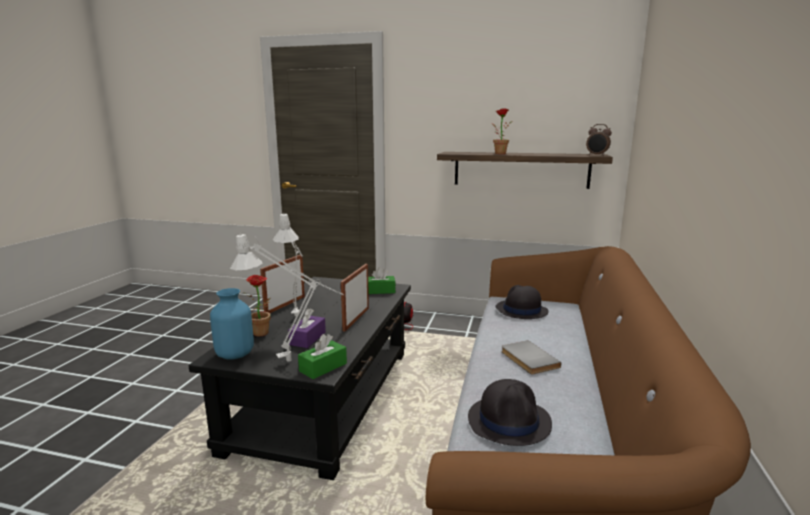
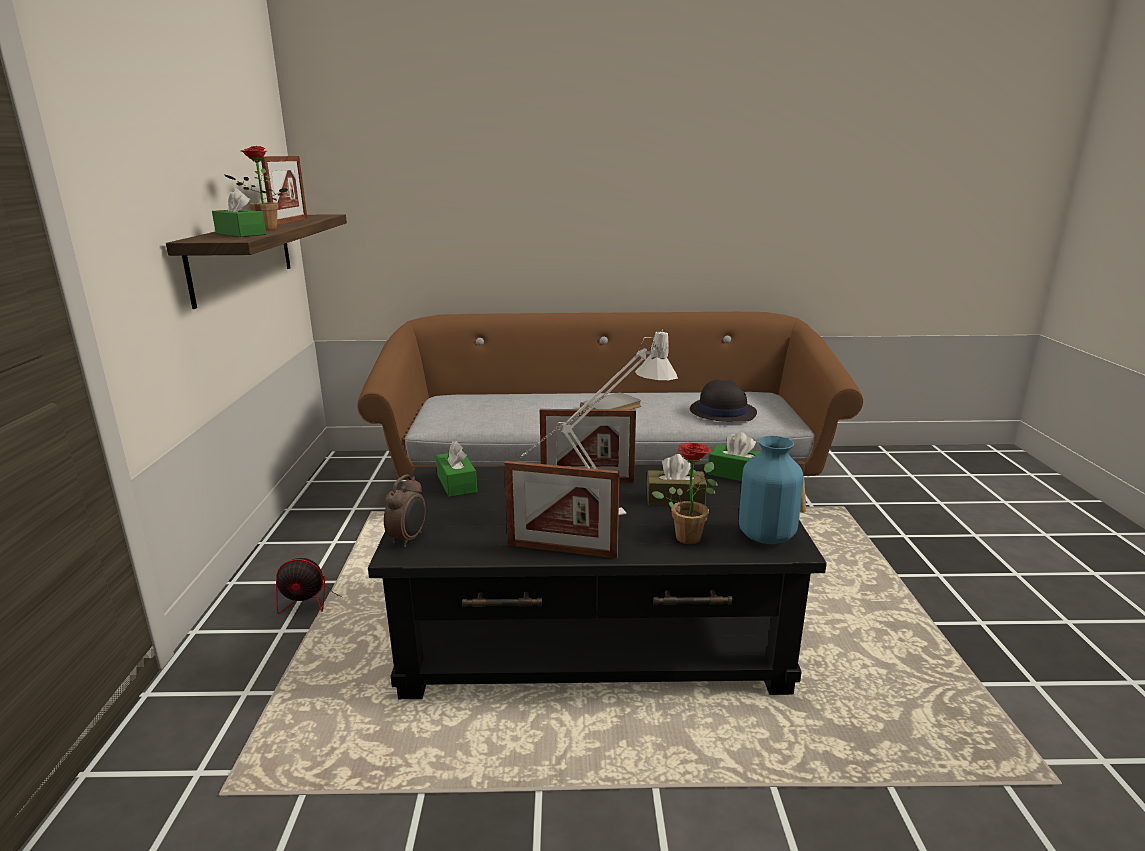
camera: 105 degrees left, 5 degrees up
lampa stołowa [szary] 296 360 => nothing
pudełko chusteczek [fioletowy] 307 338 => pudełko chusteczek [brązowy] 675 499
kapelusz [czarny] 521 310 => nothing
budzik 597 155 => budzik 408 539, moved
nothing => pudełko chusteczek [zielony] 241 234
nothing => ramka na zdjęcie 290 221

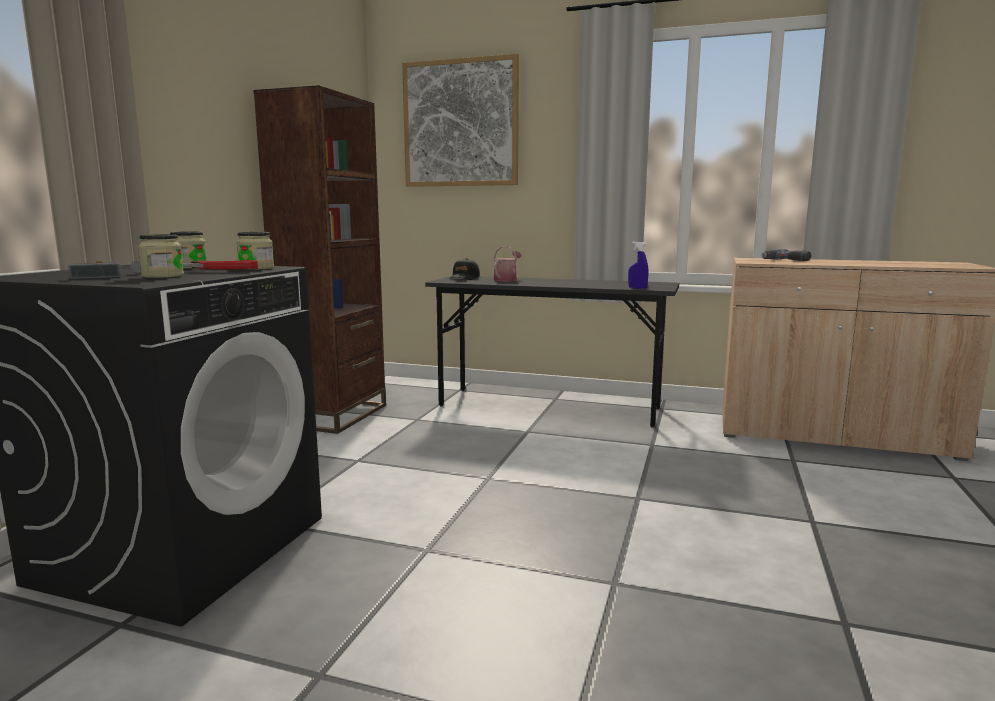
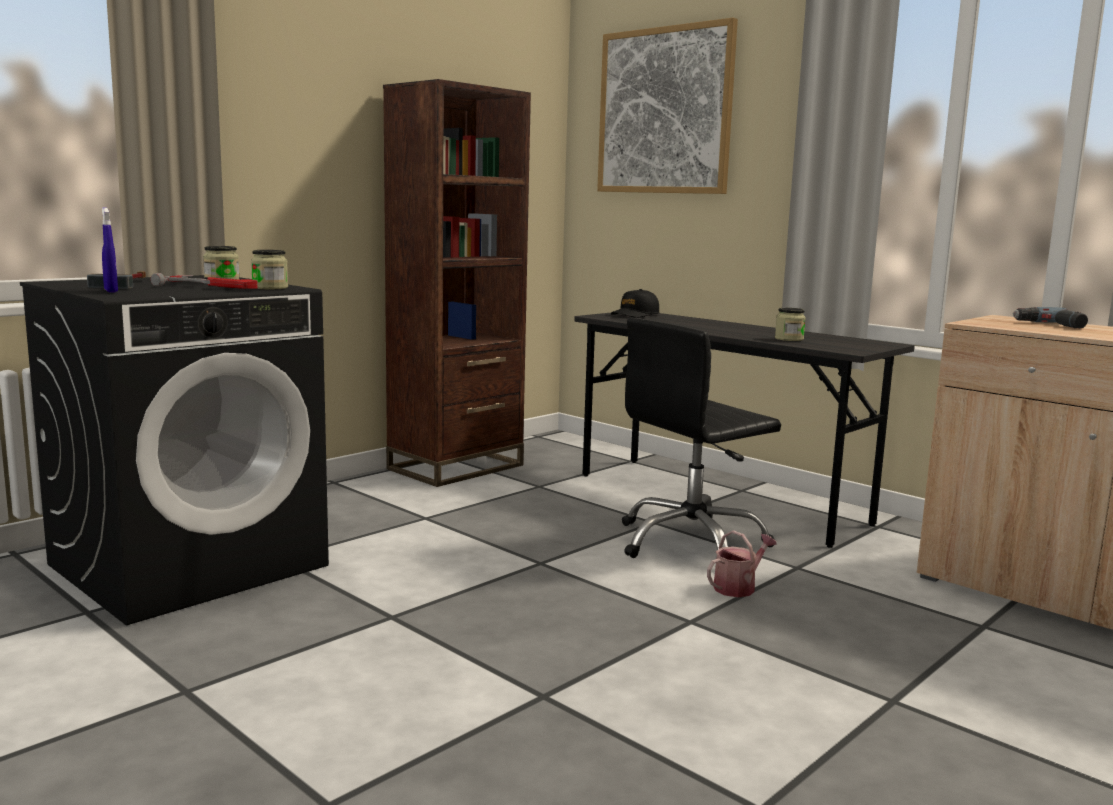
camera: 25 degrees right, 0 degrees up
słoik 163 276 => słoik 789 339, moved
konewka 506 279 => konewka 738 587, moved
spryskiwacz [niebieski] 637 288 => spryskiwacz [niebieski] 111 291, moved
nothing => krzesło biurowe [czarny] 691 542

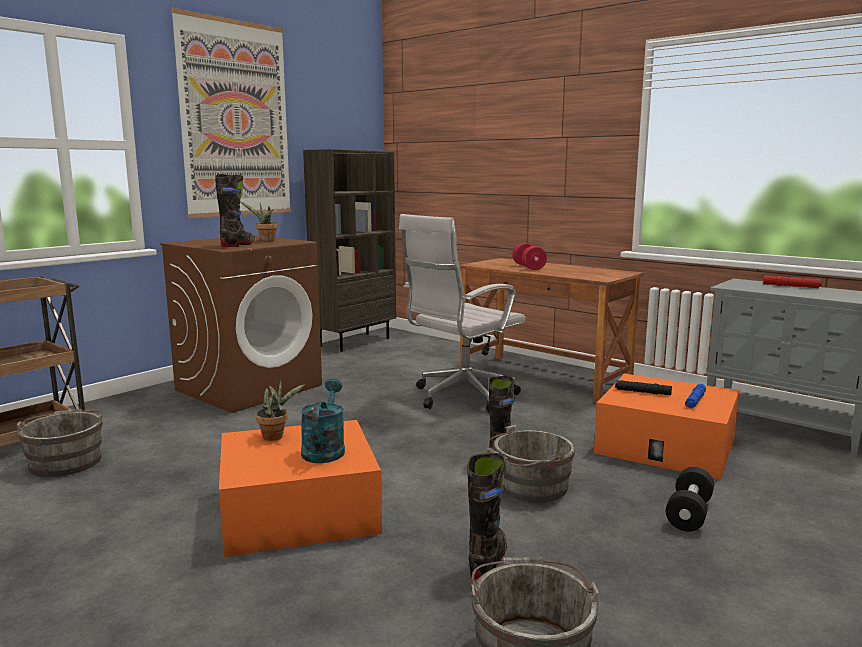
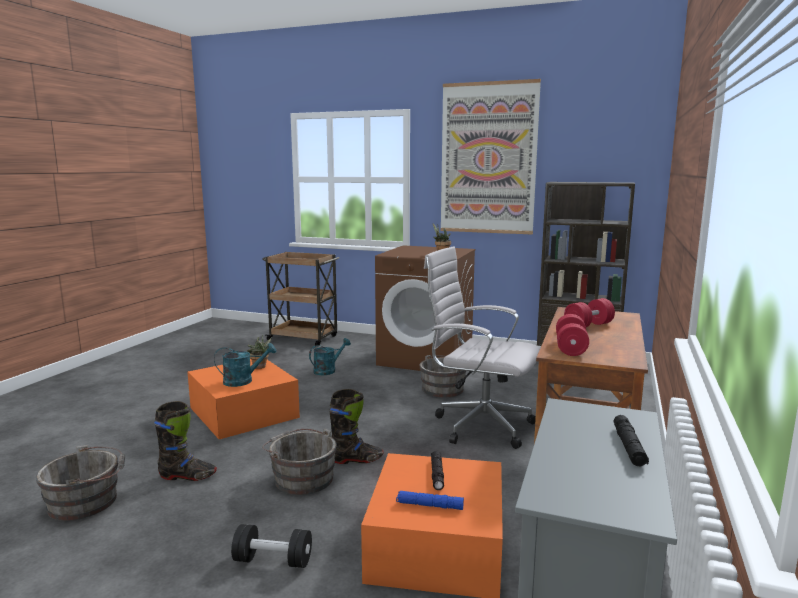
camera: 70 degrees right, 0 degrees up
wiadro [szary] 66 461 => wiadro [szary] 444 389, moved
but z cholewką [czarny] 238 245 => nothing
latarka [czerwony] 791 286 => latarka [czarny] 629 447
nothing => konewka [turkusowy] 328 370
nothing => hantel [czerwony] 570 348

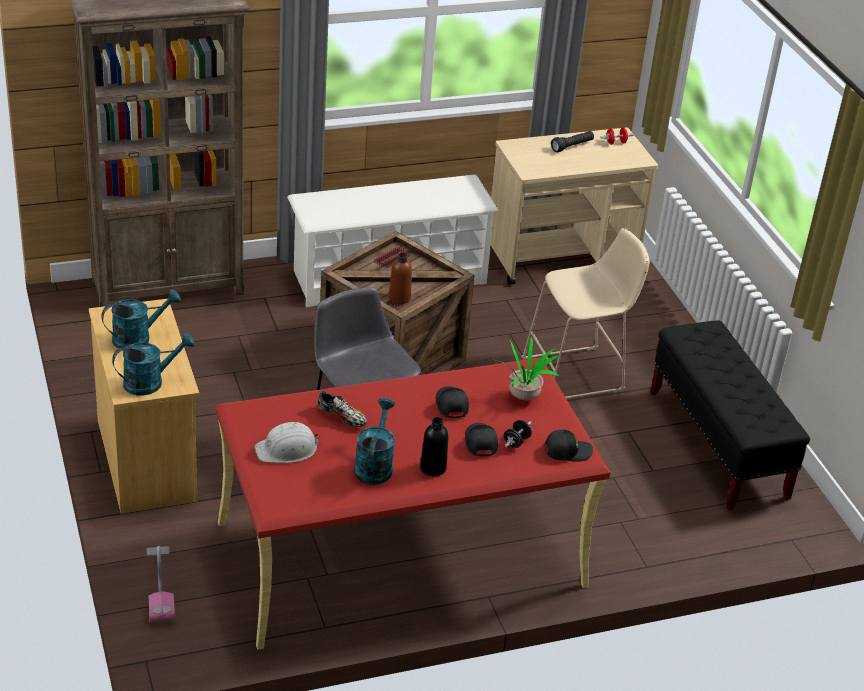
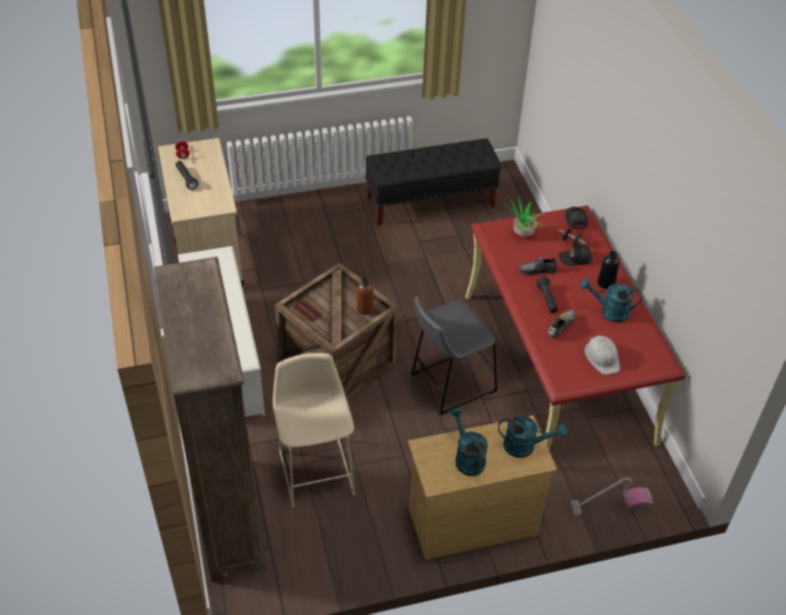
camera: 85 degrees left, 10 degrees up
konewka [turkusowy] 150 382 => konewka [turkusowy] 525 446, 120 degrees clockwise
czapka z daszkiem [czarny] 451 405 => but [szary] 537 270
stołek [beżowy] 578 375 => stołek [beżowy] 316 468, moved
nothing => latarka [czarny] 547 299

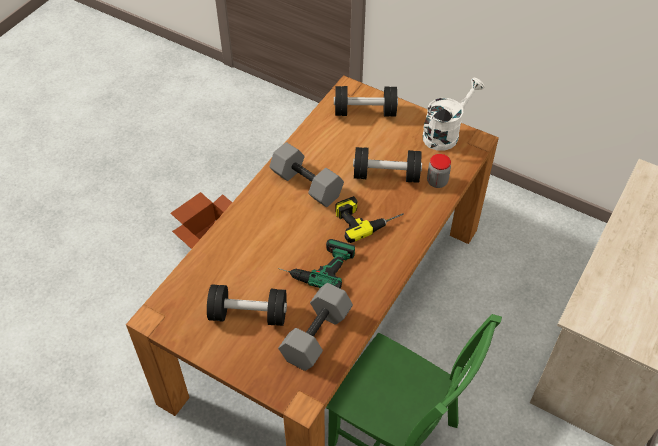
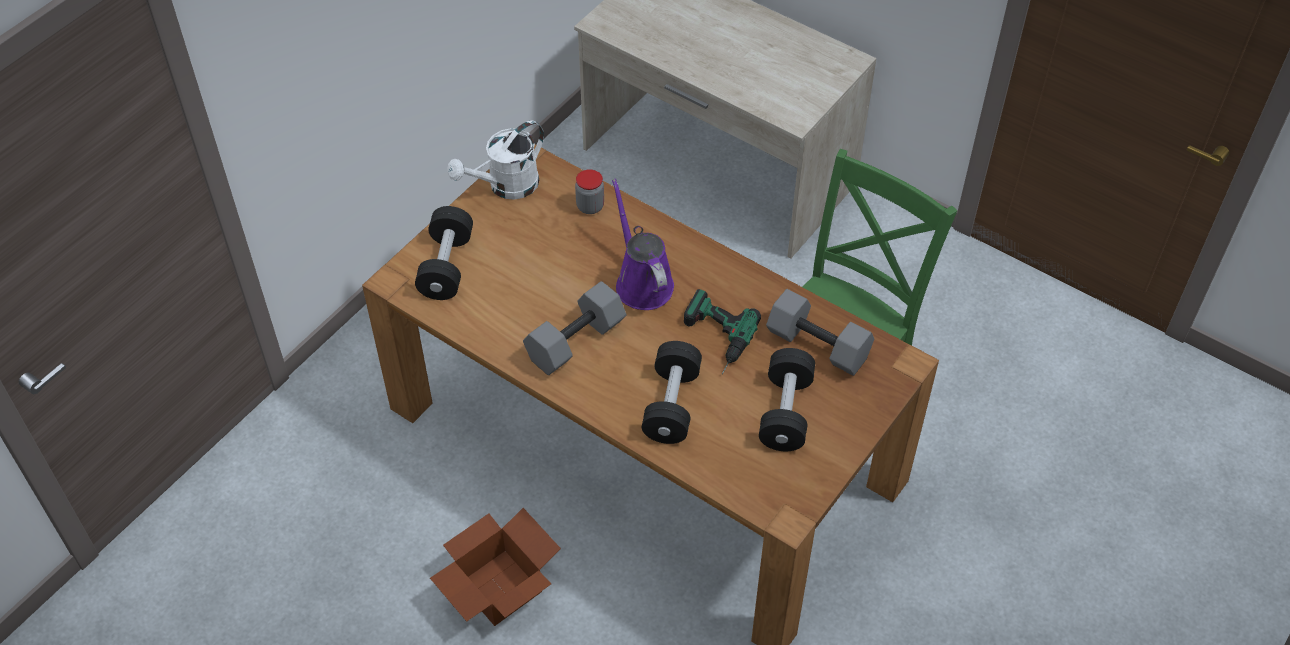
camera: 85 degrees left, 0 degrees up
wiertarka 366 218 => konewka [fioletowy] 642 282
hantel [czarny] 386 175 => hantel [czarny] 671 405, moved
konewka [biały] 445 133 => konewka [biały] 506 187, 90 degrees counterclockwise

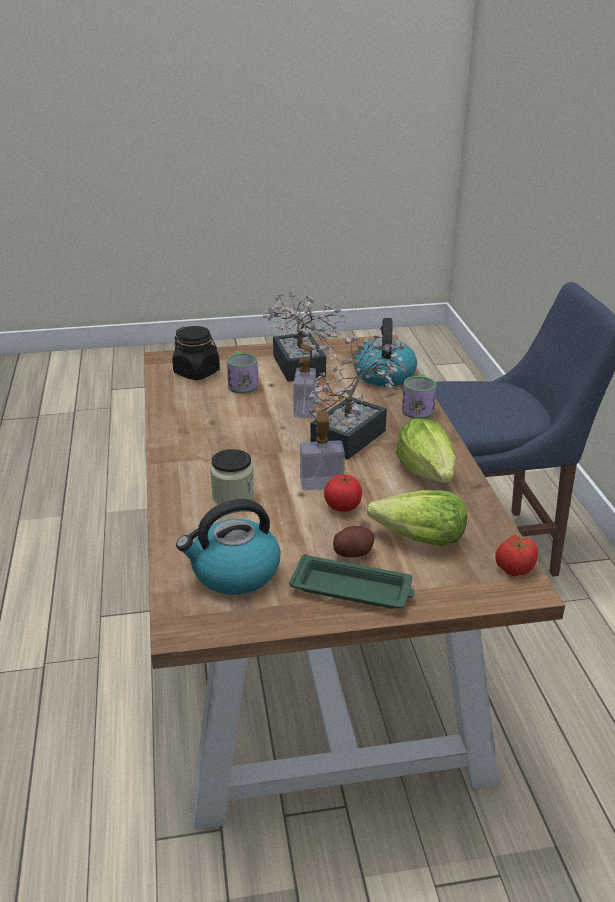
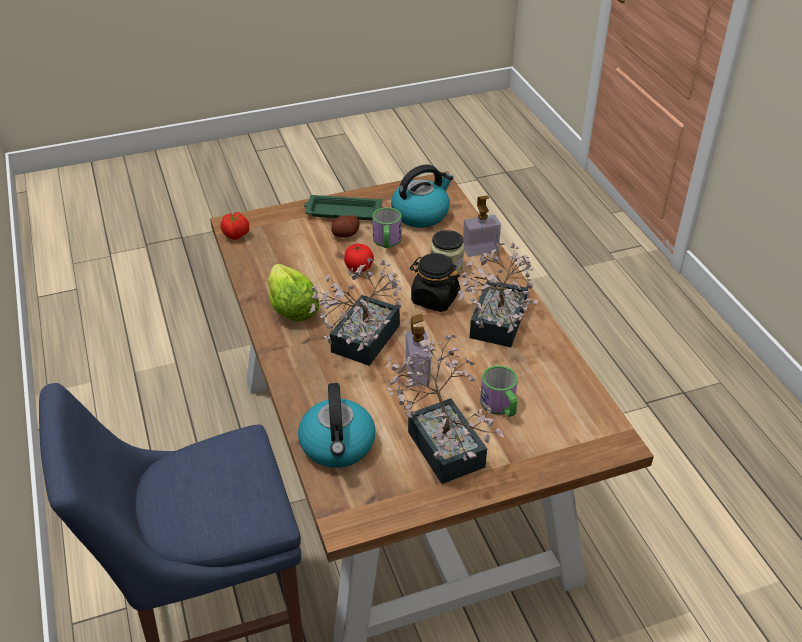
camera: 170 degrees right, 10 degrees up
słoik [czarny] 197 372 => słoik [czarny] 434 299, moved
dozownik mydła 321 483 => dozownik mydła 480 249, moved
sałata 419 539 => nothing
kubek 418 408 => kubek 387 242, moved
nothing => roślina doniczkowa 495 327

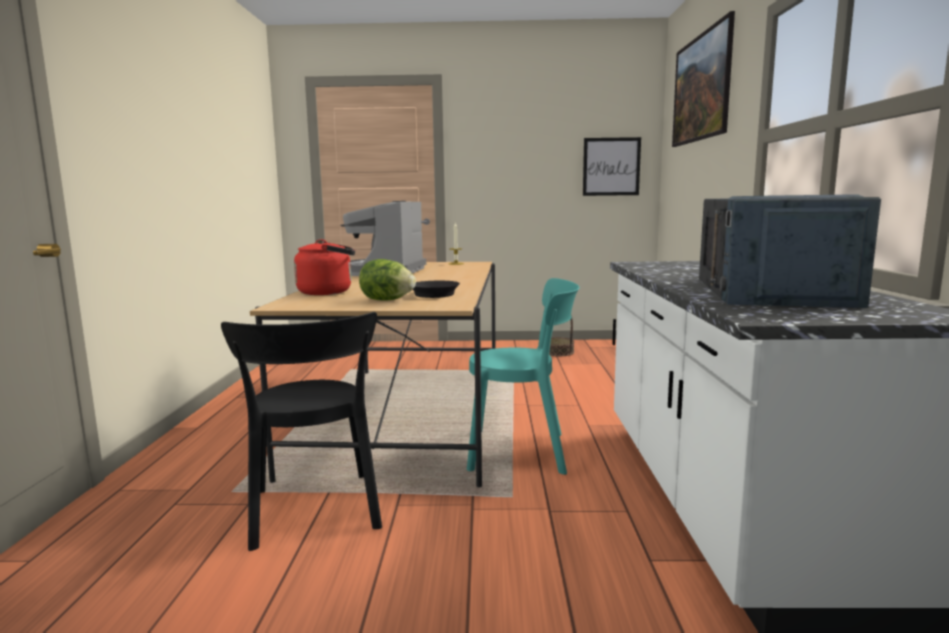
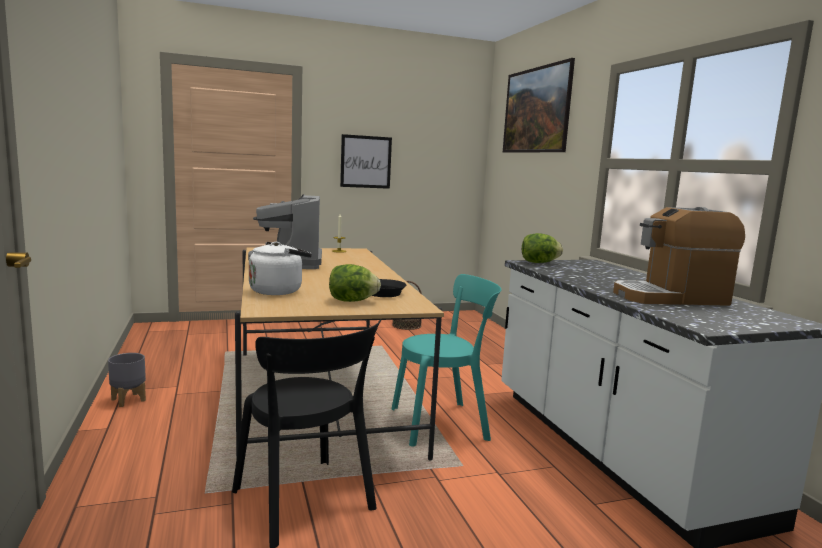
camera: 20 degrees left, 0 degrees up
czajnik [czerwony] 328 292 => czajnik [biały] 279 291
obraz 611 166 => obraz 366 162, moved
mikrofalówka [niebieski] 770 291 => ekspres do kawy 670 297
nothing => donica [szary] 129 400
nothing => sałata 539 263

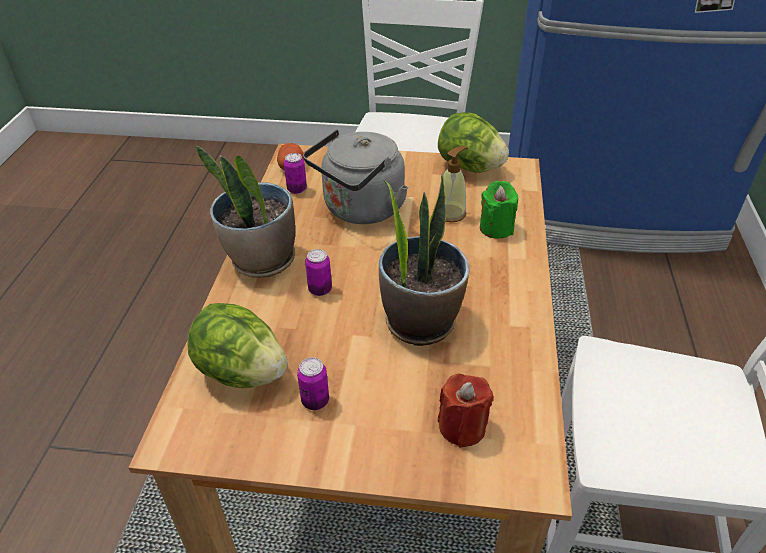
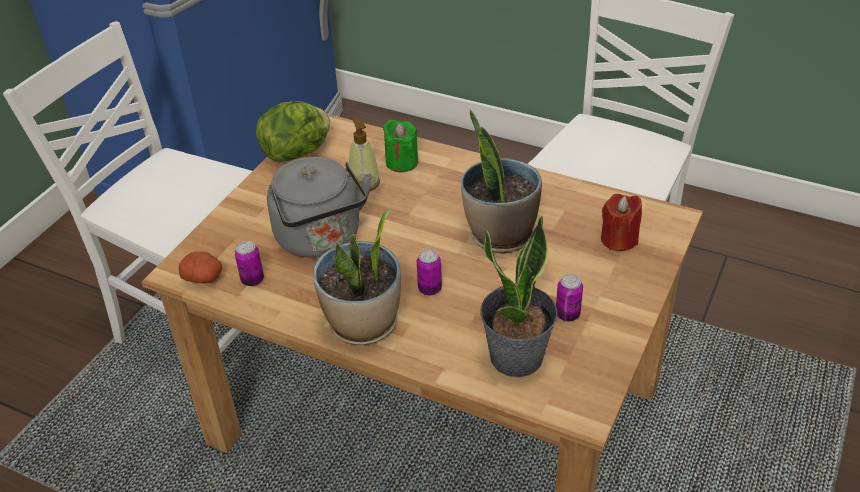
camera: 70 degrees left, 0 degrees up
sałata 242 372 => roślina doniczkowa 517 357

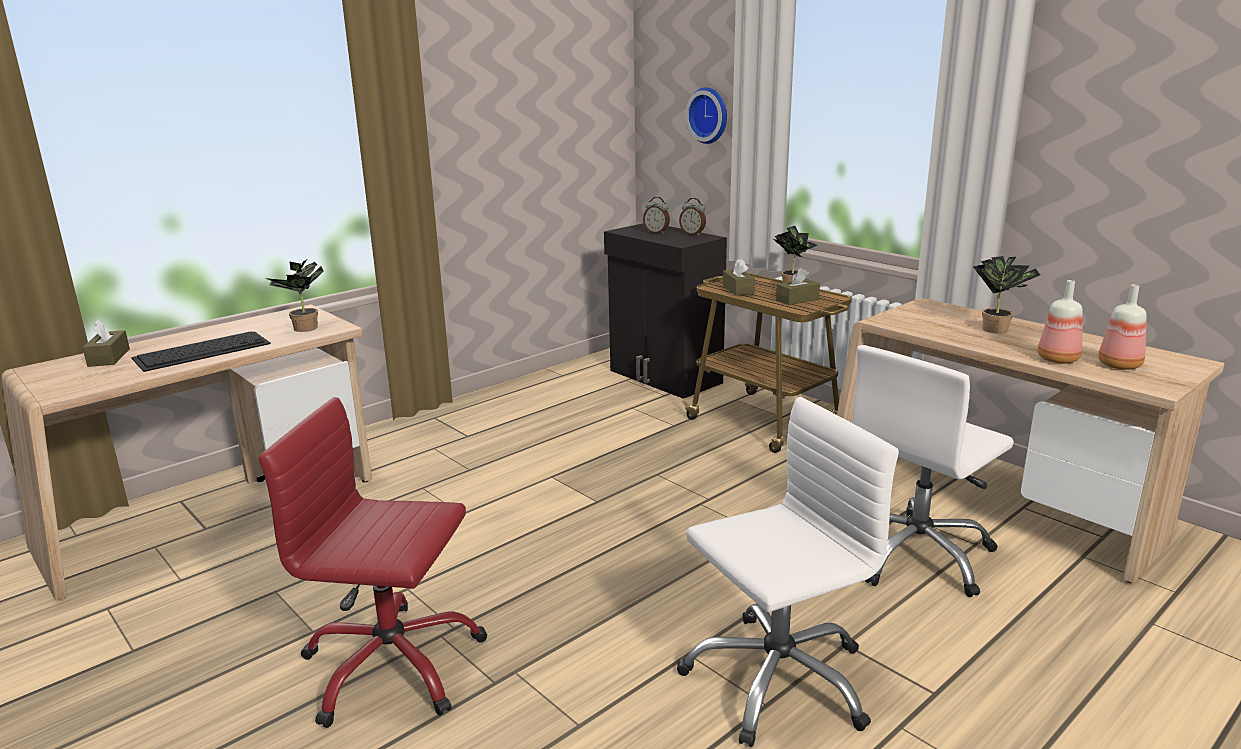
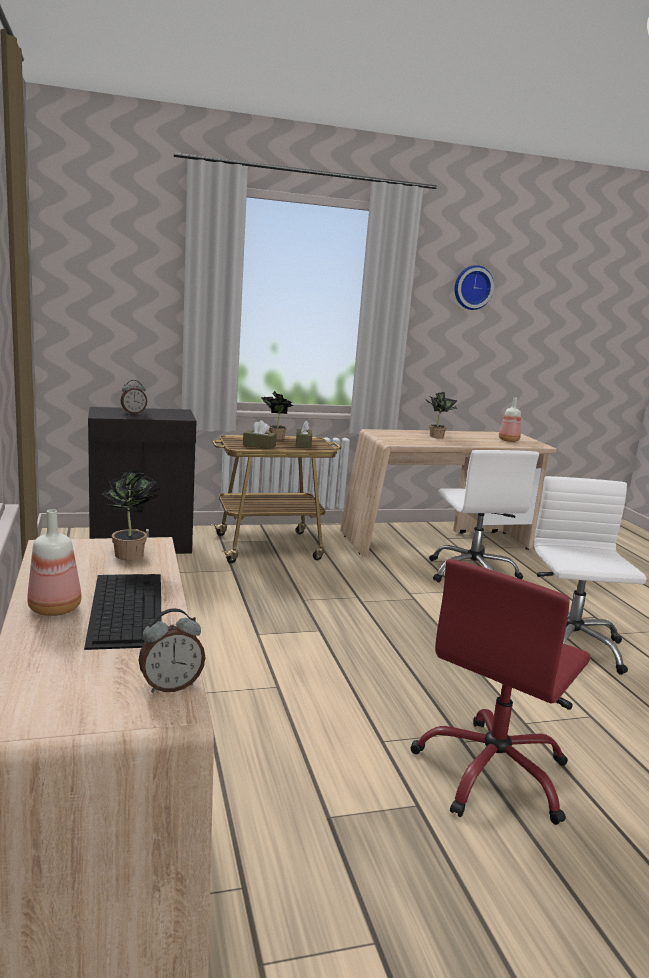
camera: 65 degrees left, 5 degrees down
pudełko chusteczek [brązowy] 109 357 => nothing
budzik 693 234 => budzik 171 686, moved
zegar ścienny 709 115 => zegar ścienny 472 287, moved
butelka 1059 359 => butelka 56 608, moved

